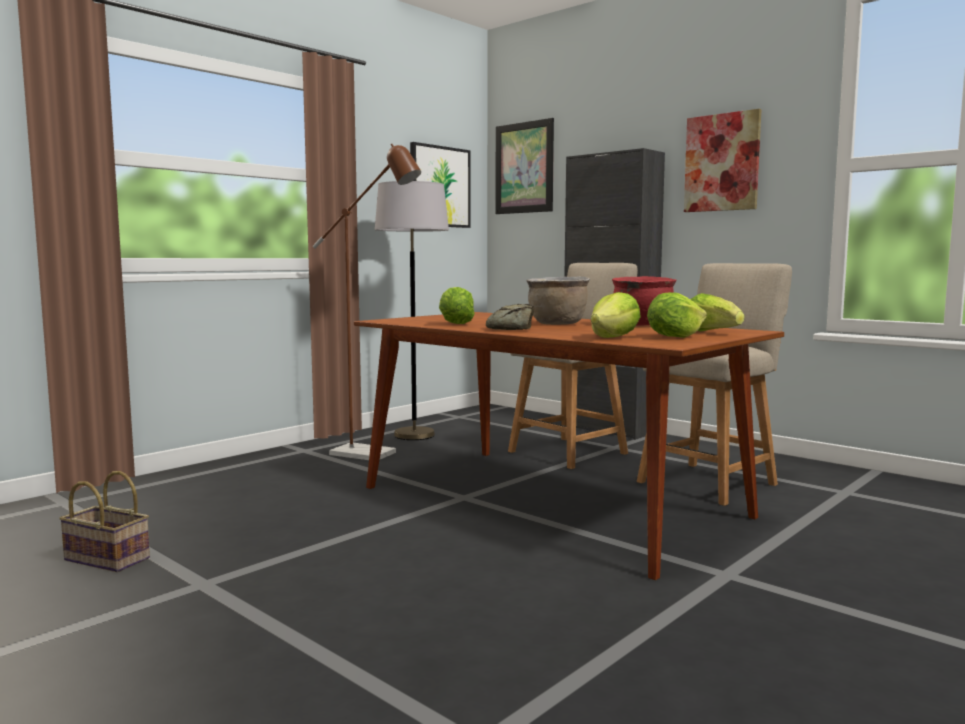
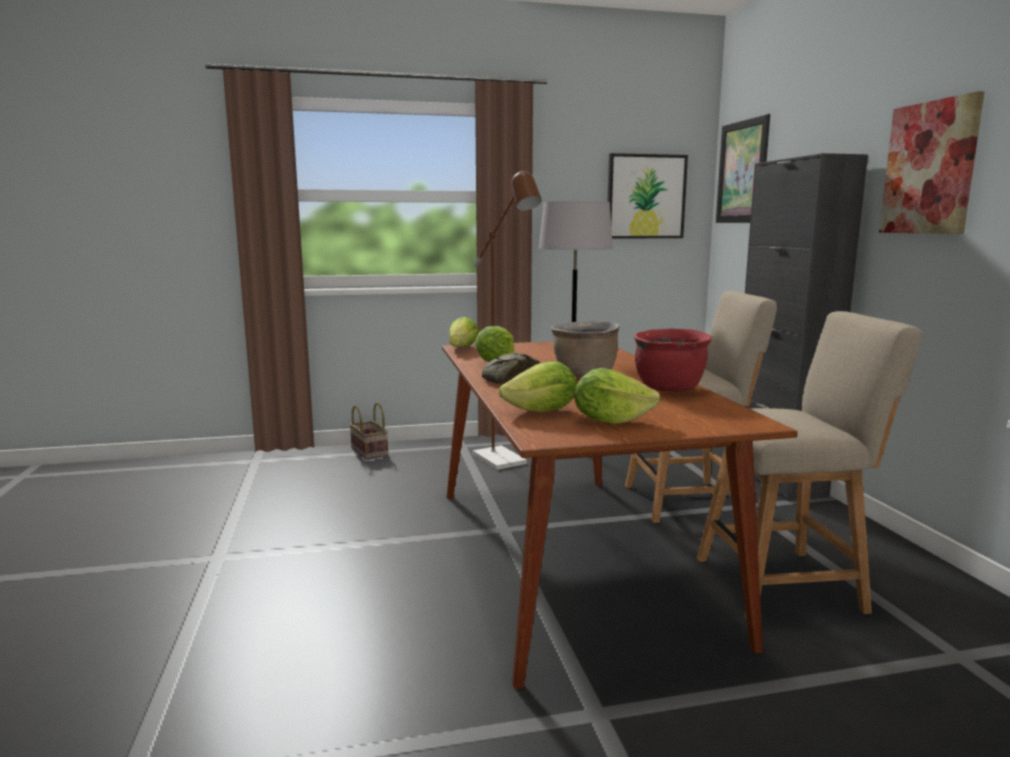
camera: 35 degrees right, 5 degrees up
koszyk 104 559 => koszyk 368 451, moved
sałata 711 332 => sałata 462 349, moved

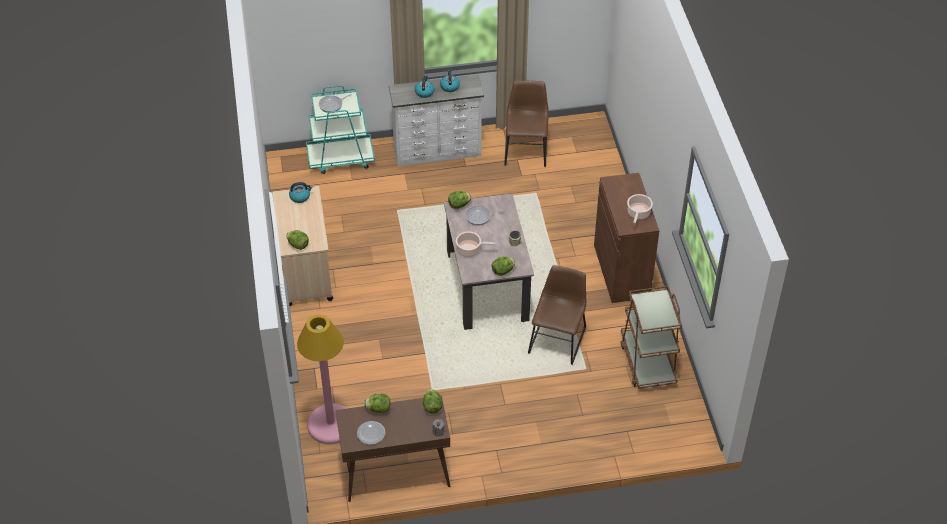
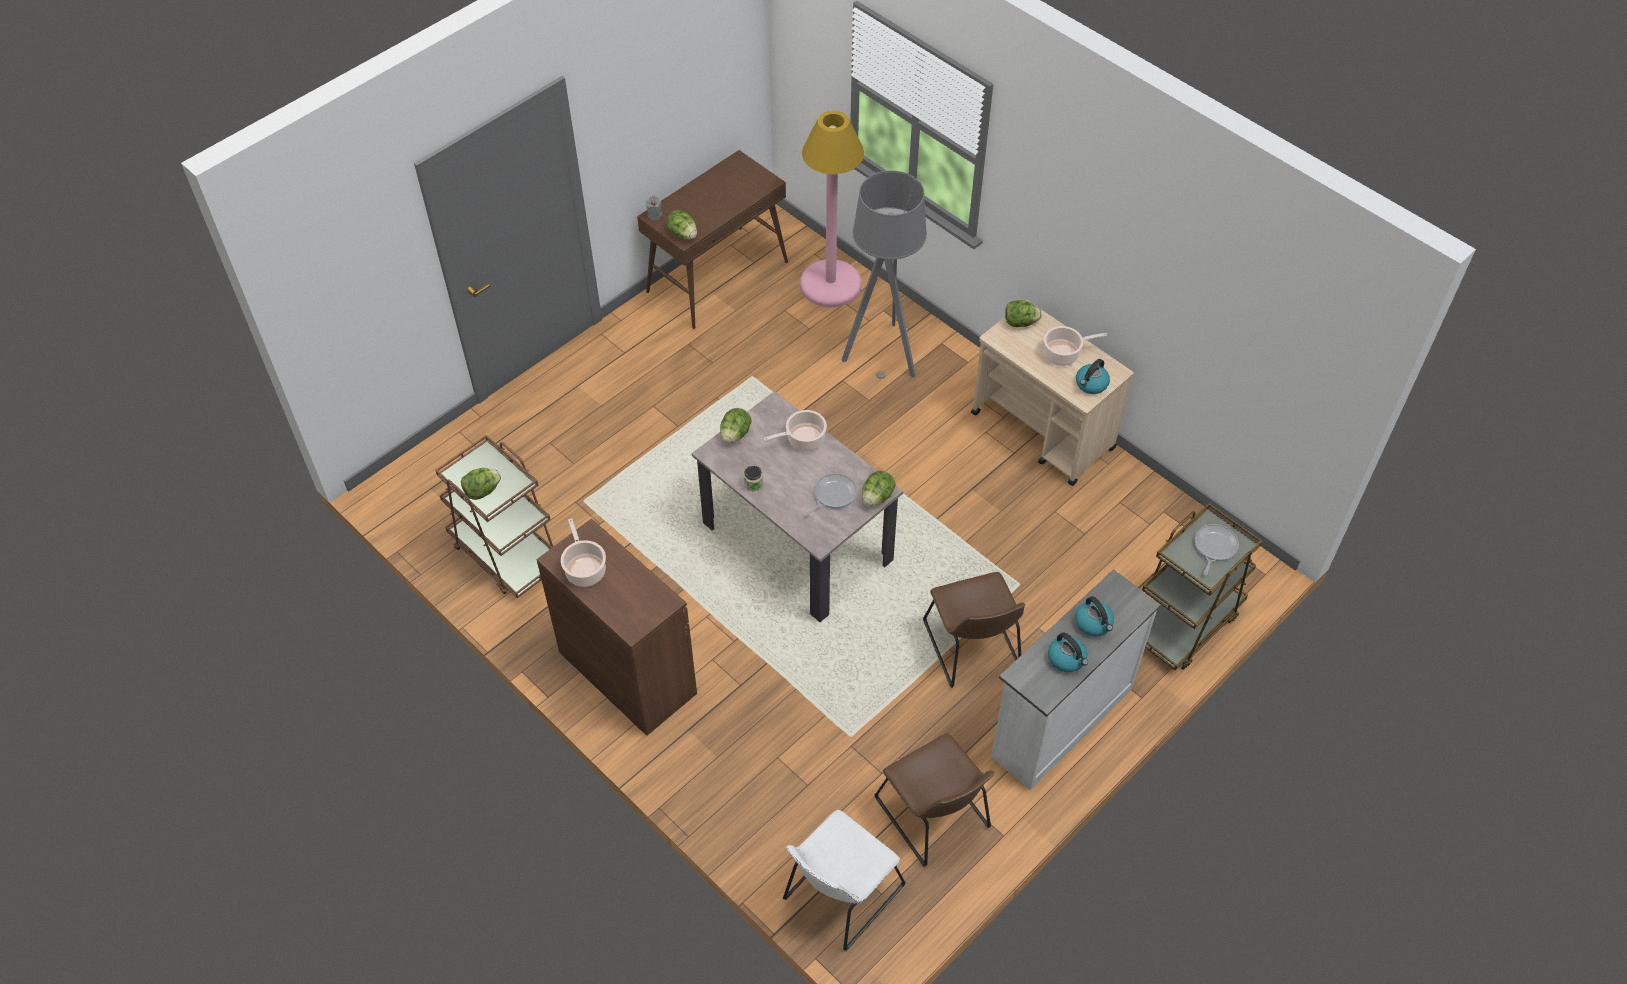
camera: 145 degrees right, 5 degrees up
wózek [turkusowy] 341 158 => wózek [brązowy] 1183 623
talerz 370 433 => nothing
sałata 378 409 => sałata 482 491, moved
krzesło [brązowy] 558 338 => krzesło [brązowy] 973 649, moved
nothing => krzesło [biały] 840 896
nothing => lampa stojąca [szary] 883 353
nothing => garnek 1063 354

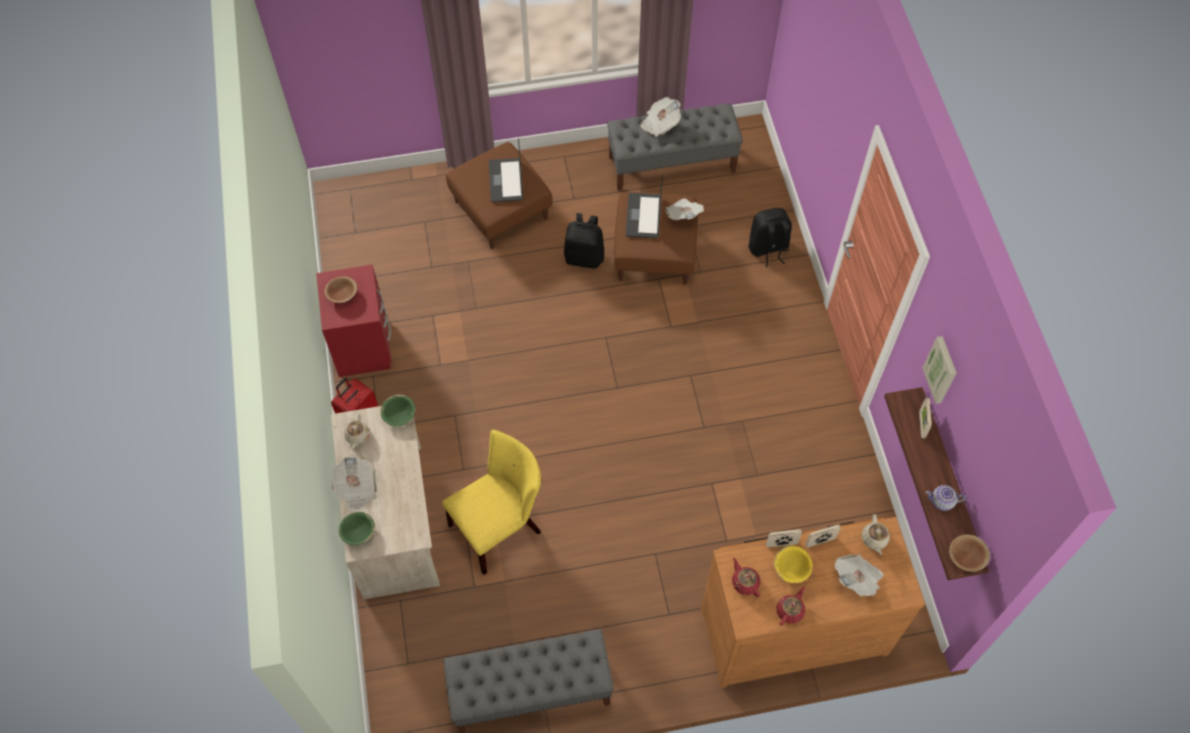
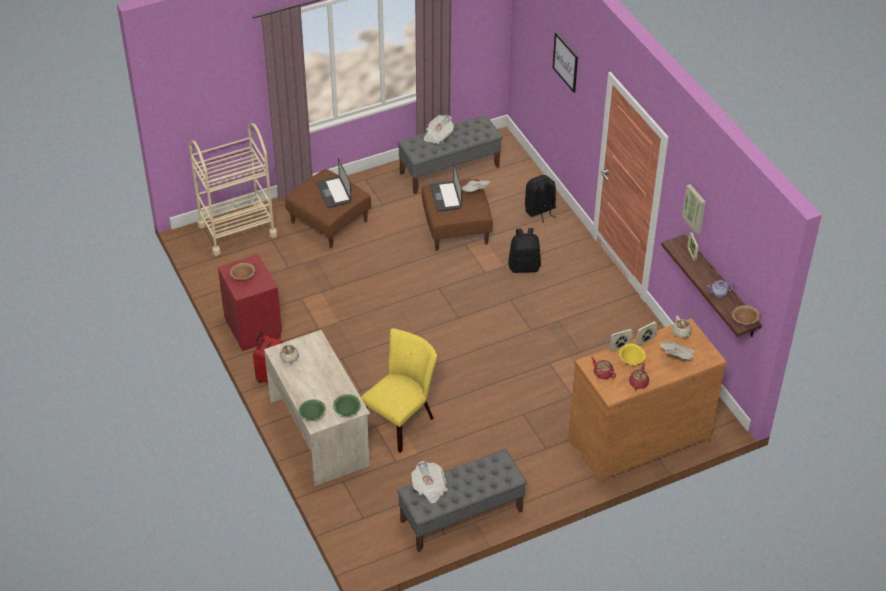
camera: 15 degrees left, 15 degrees down
gazeta 356 489 => gazeta 429 488, moved
miska [zielony] 399 415 => miska [zielony] 347 410, moved
plecak [czarny] 584 257 => plecak [czarny] 524 266, moved
nothing => wózek [beżowy] 237 230
nothing => obraz 565 62

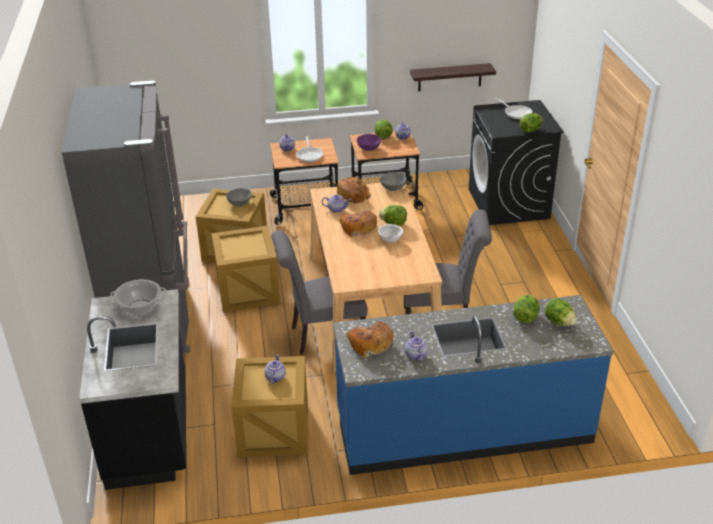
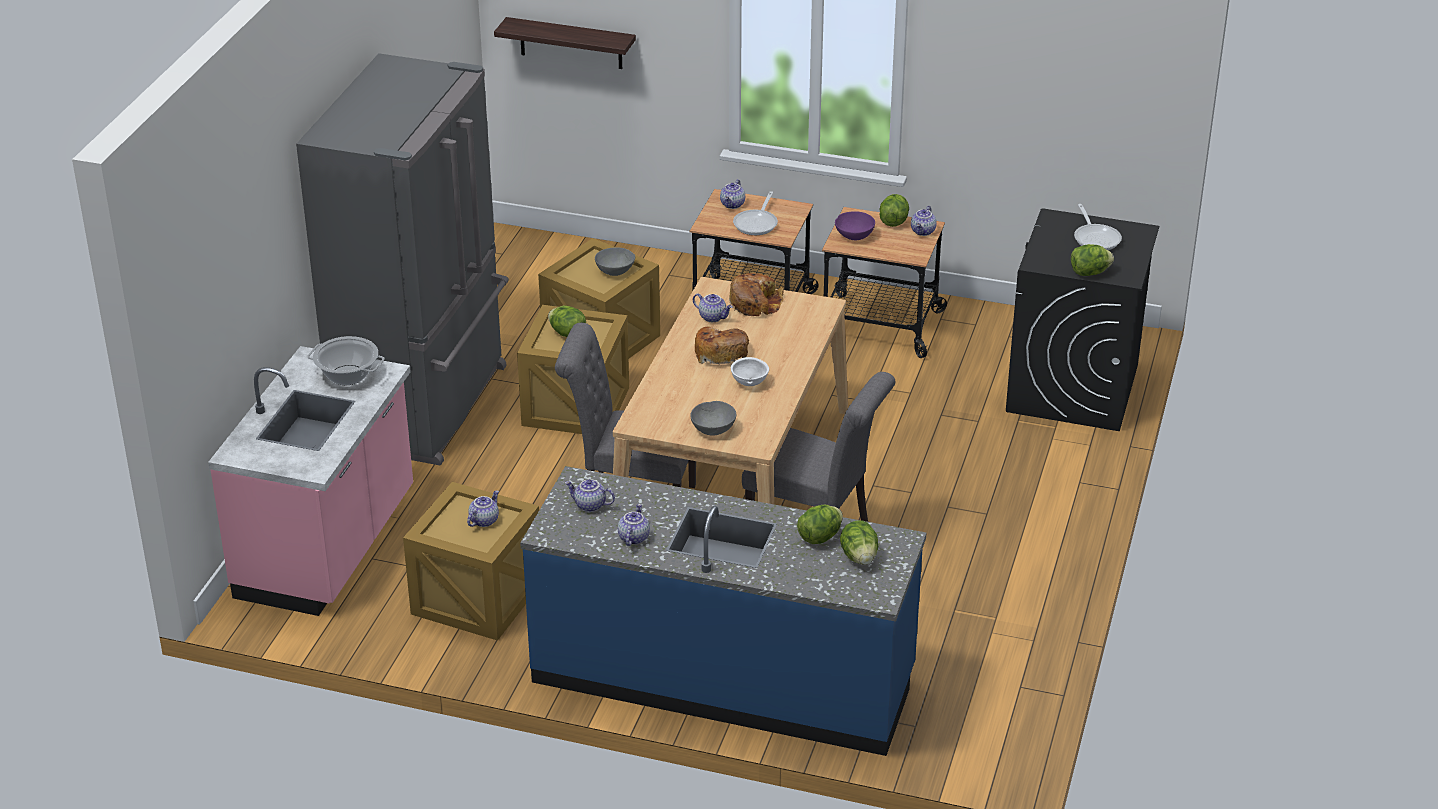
camera: 25 degrees right, 0 degrees up
zabudowa kuchenna [czarny] 150 430 => zabudowa kuchenna [różowy] 328 547
chleb 370 343 => imbryk 589 506
sałata 393 223 => sałata 567 333, moved
miska [szary] 393 188 => miska [szary] 713 429, moved
półka 450 77 => półka 571 43, moved

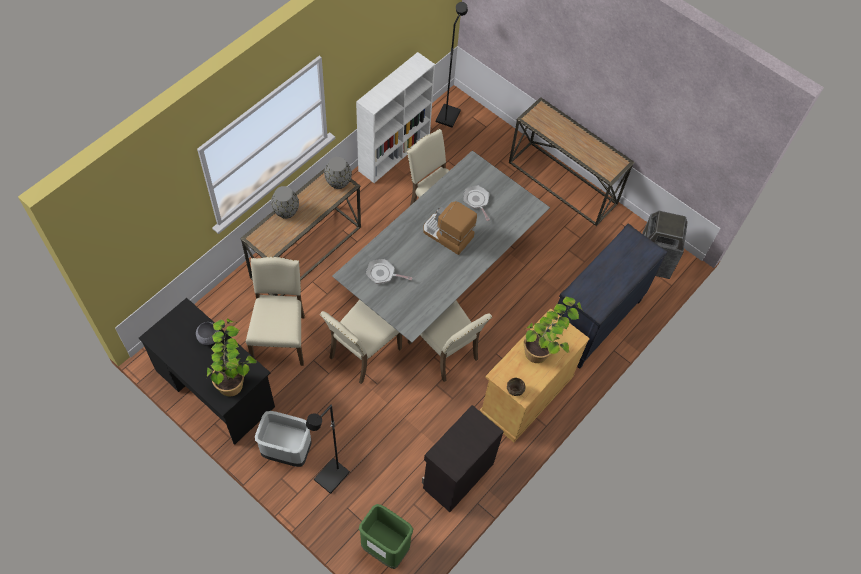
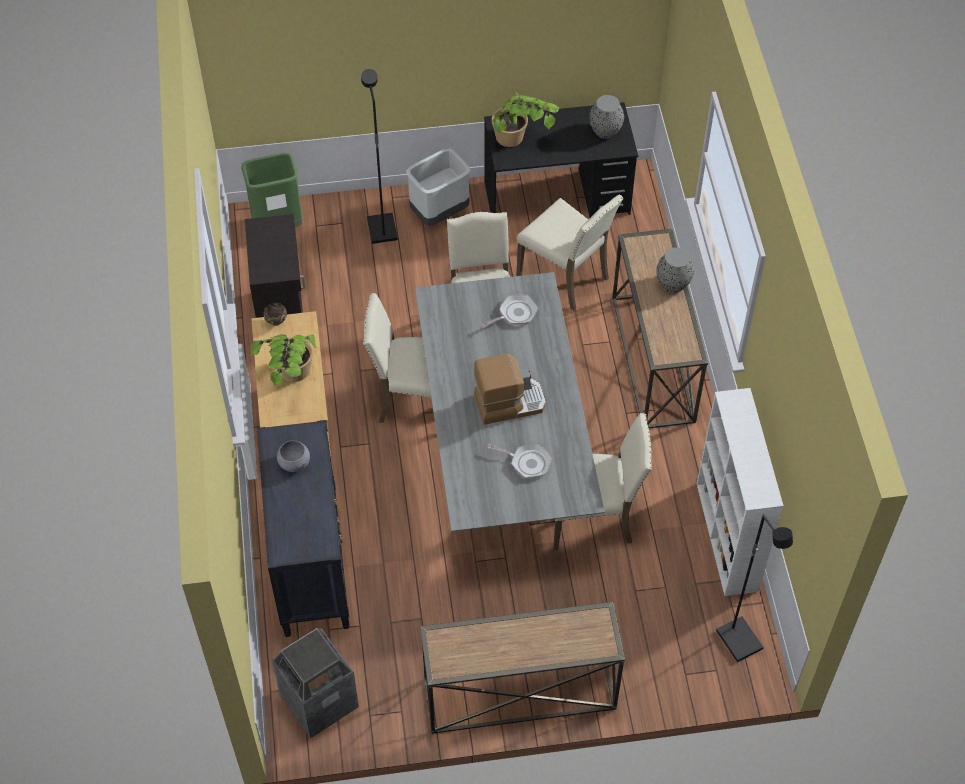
camera: 135 degrees right, 5 degrees down
miska [szary] 208 337 => miska [szary] 294 463, moved
wazon [szary] 338 182 => wazon [szary] 606 131, moved

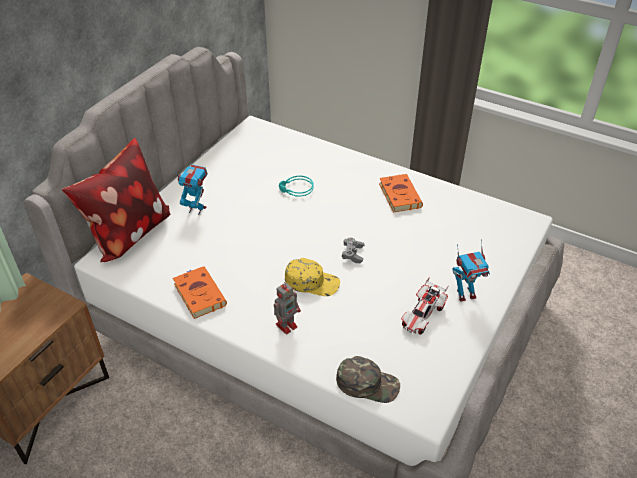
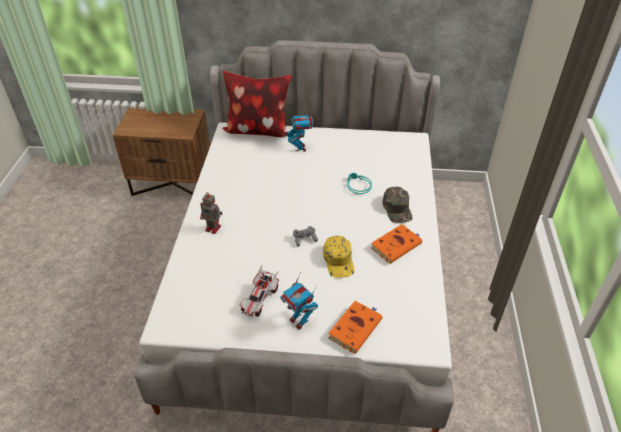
camera: 65 degrees right, 0 degrees up
książka [pomarańczowy] 198 293 => książka [pomarańczowy] 355 327, moved
czapka z daszkiem [żółty] 312 281 => czapka z daszkiem [żółty] 339 260, moved
czapka z daszkiem [zielony] 368 383 => czapka z daszkiem [zielony] 397 209, moved
samochodzik 422 316 => samochodzik 260 299, 75 degrees counterclockwise

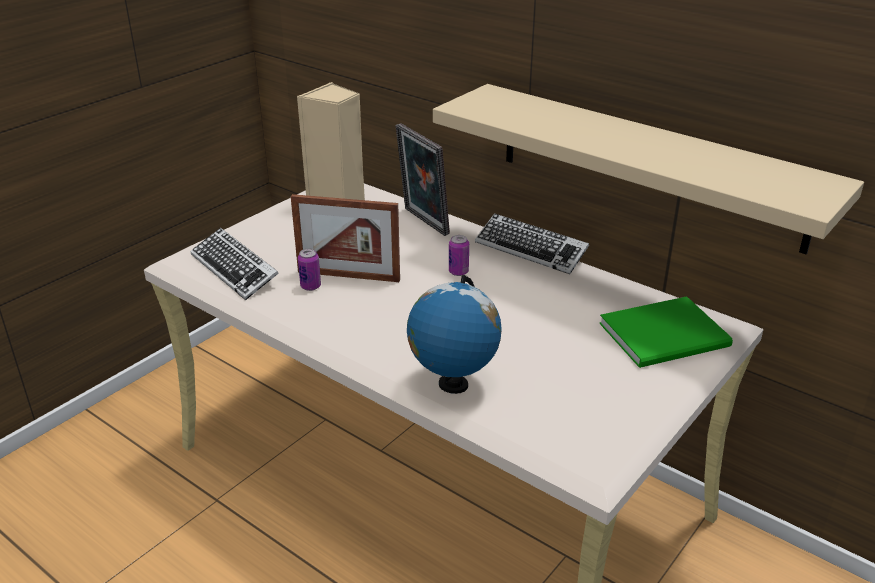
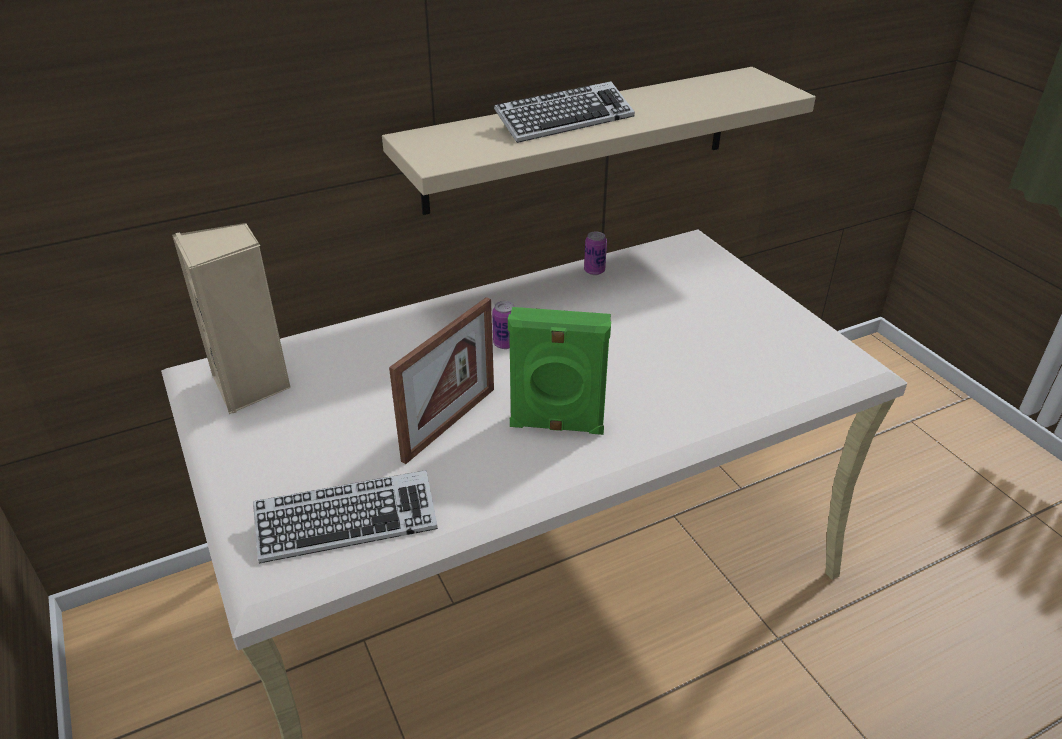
camera: 65 degrees left, 5 degrees up
puszka 310 286 => puszka 594 271, moved
ramka na zdjęcie 423 222 => nothing
globus 453 384 => nothing
klawiatura 530 250 => klawiatura 564 121, moved
książka [zielony] 668 336 => nothing
nothing => głośnik [zielony] 557 426

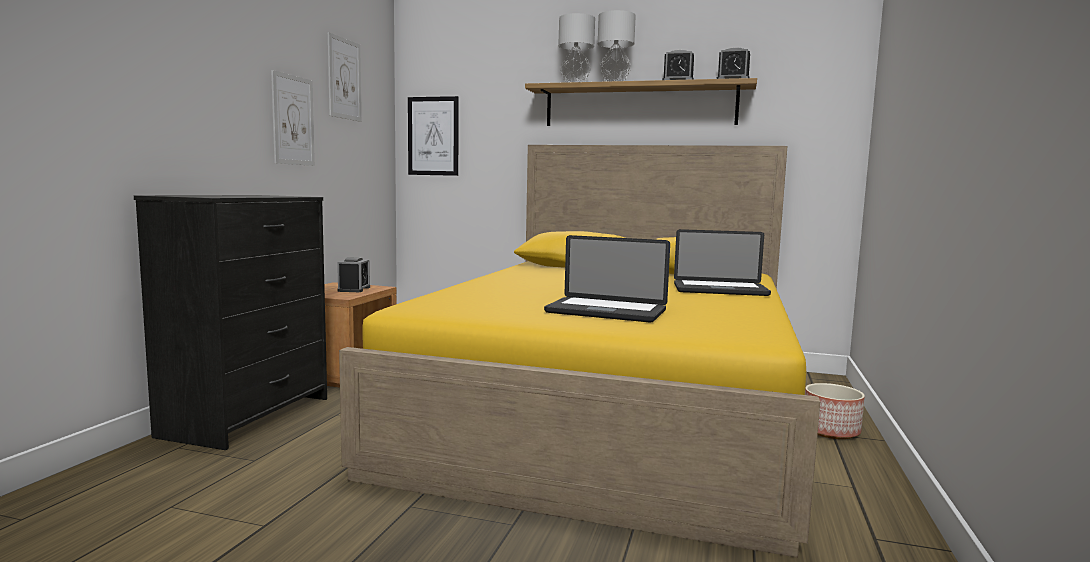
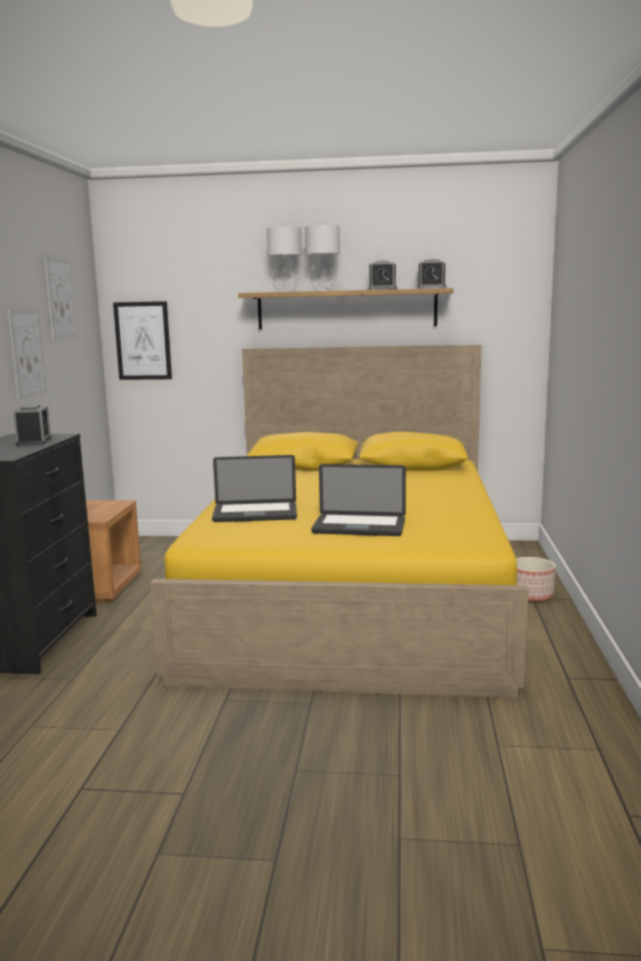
camera: 10 degrees left, 5 degrees up
budzik 354 289 => budzik 34 441, moved
laptop 720 290 => laptop 255 514, moved

